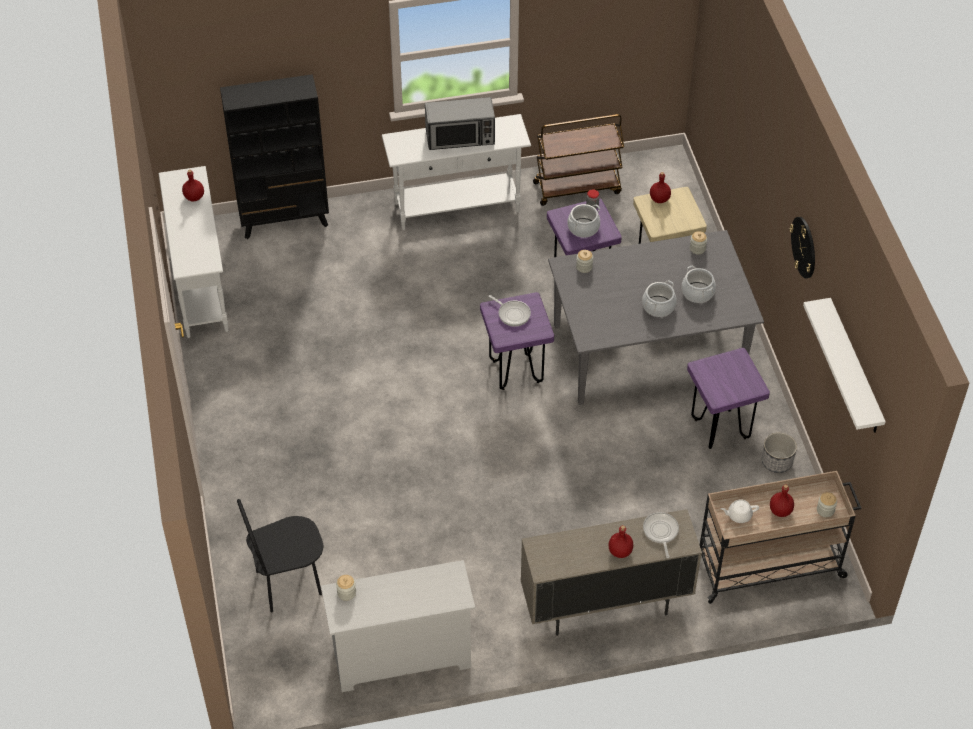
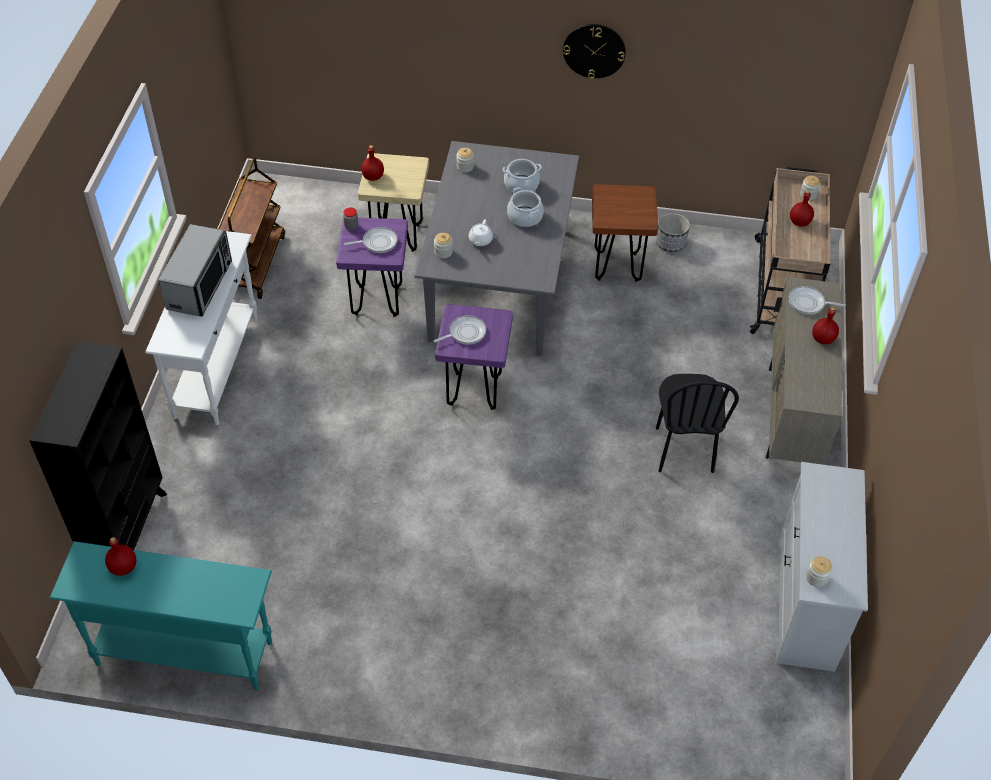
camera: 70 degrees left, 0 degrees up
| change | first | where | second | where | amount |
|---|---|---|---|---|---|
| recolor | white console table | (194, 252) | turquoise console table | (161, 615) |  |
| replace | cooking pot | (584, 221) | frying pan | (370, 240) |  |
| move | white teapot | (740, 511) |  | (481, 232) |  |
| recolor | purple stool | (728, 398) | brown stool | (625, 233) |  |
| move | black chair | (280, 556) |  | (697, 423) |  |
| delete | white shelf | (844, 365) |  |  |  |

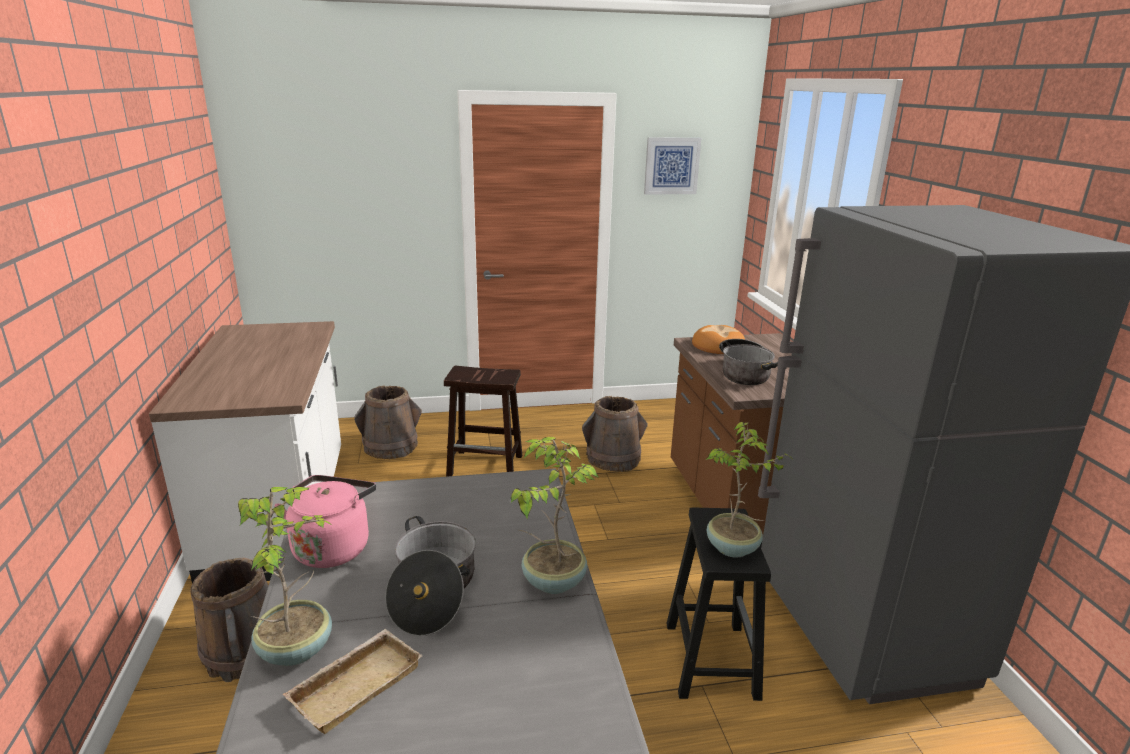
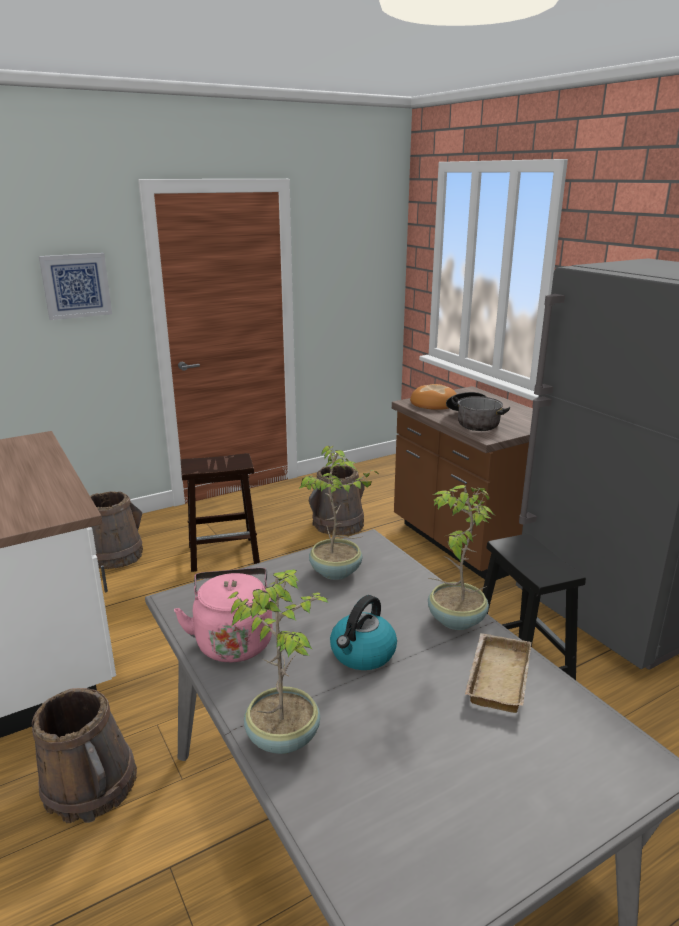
camera: 20 degrees left, 0 degrees up
| change | first | where | second | where | amount |
|---|---|---|---|---|---|
| move | picture | (672, 166) |  | (75, 286) |  |
| move | potted plant | (750, 490) |  | (339, 513) |  |
| replace | cooking pot | (430, 576) | kettle | (363, 632) |  |
| move | beige tray | (352, 681) |  | (498, 673) |  |

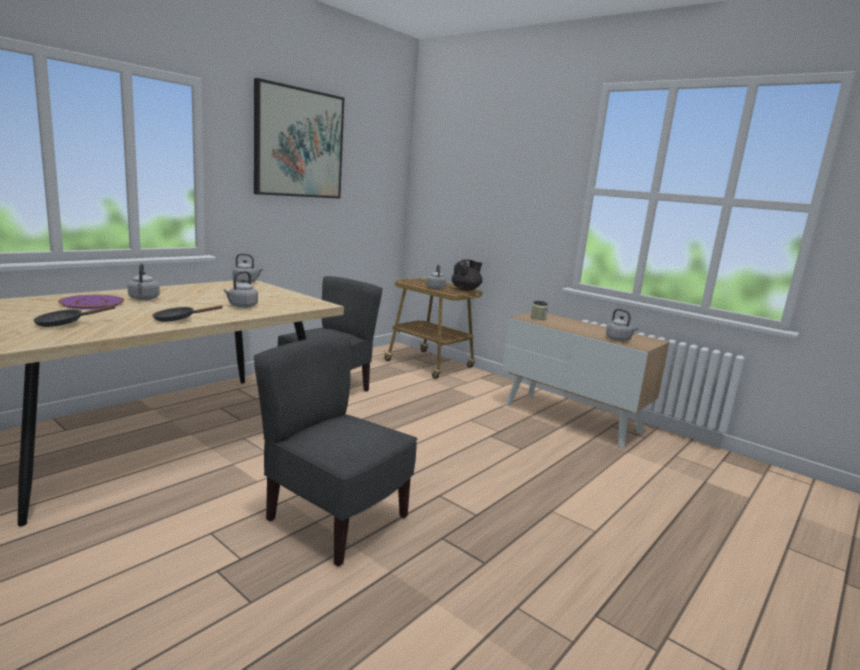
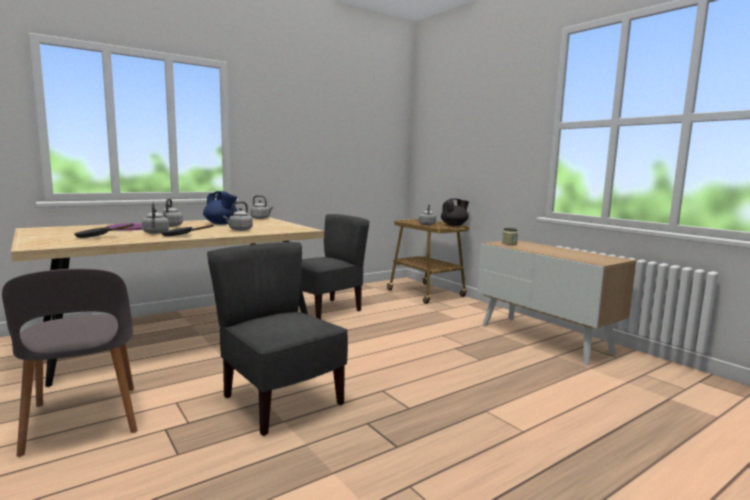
camera: 15 degrees right, 5 degrees down
| change | first | where | second | where | amount |
|---|---|---|---|---|---|
| insert |  |  | grey chair | (69, 363) |  |
| move | grey kettle | (622, 325) |  | (155, 218) |  |
| insert |  |  | blue teapot | (220, 207) |  |
| delete | picture | (299, 138) |  |  |  |

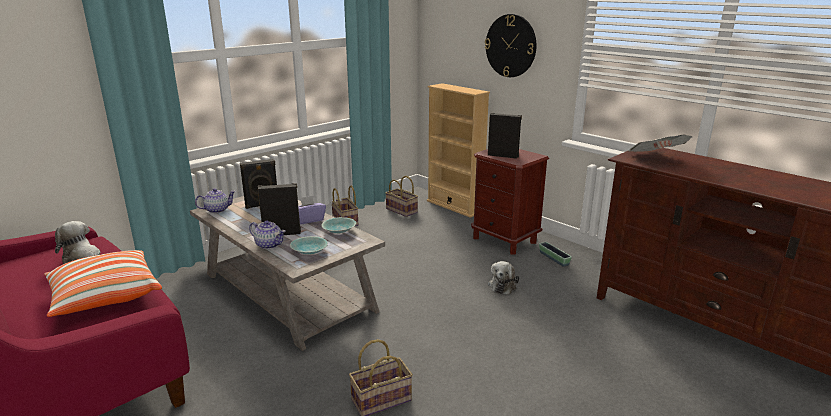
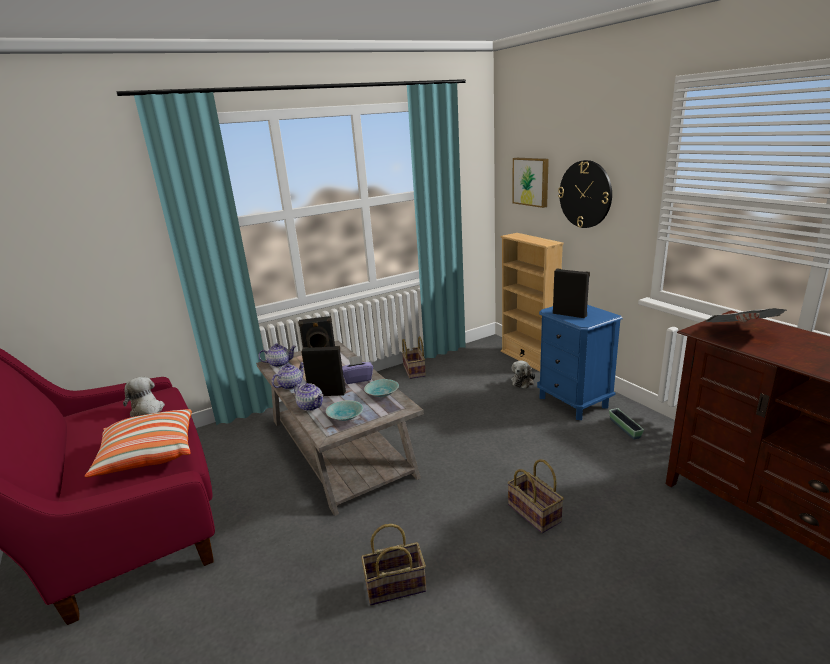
camera: 15 degrees right, 0 degrees up
| change | first | where | second | where | amount |
|---|---|---|---|---|---|
| insert |  |  | teapot | (288, 376) |  |
| move | basket | (401, 196) |  | (535, 496) |  |
| move | plush toy | (503, 278) |  | (523, 375) |  |
| insert |  |  | picture | (530, 183) |  |
| recolor | brown nightstand | (510, 201) | blue nightstand | (580, 362) |  |

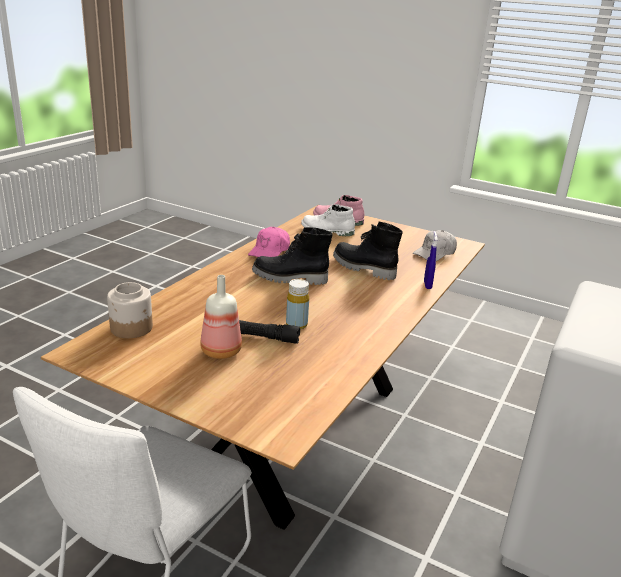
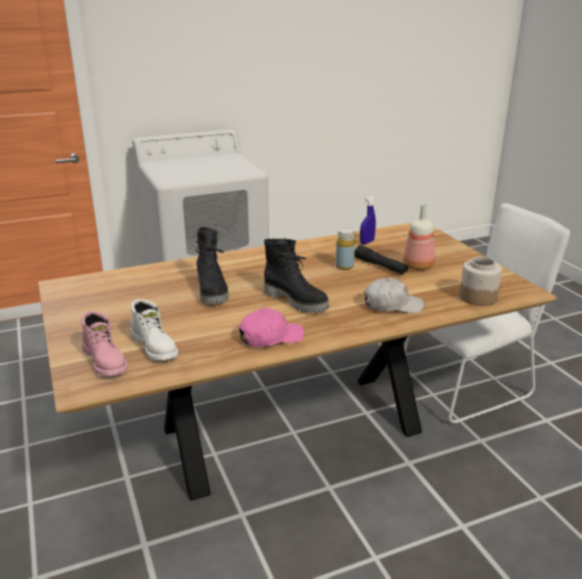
camera: 140 degrees left, 0 degrees up
| change | first | where | second | where | amount |
|---|---|---|---|---|---|
| move | blue spray bottle | (431, 260) |  | (368, 220) |  |
| move | white cap | (434, 245) |  | (394, 295) |  |

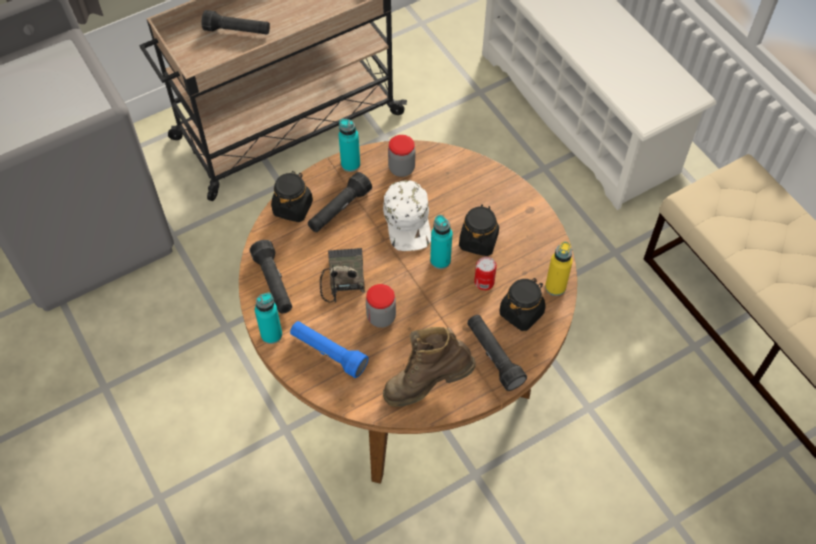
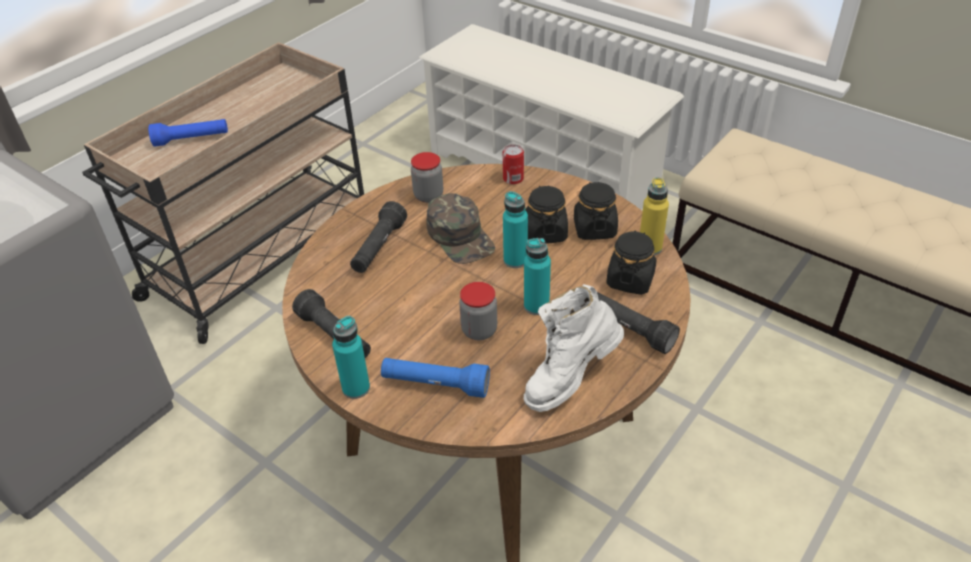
camera: 20 degrees left, 15 degrees down
| change | first | where | second | where | amount |
|---|---|---|---|---|---|
| recolor | black flashlight | (235, 22) | blue flashlight | (188, 133) |  |
| recolor | white cap | (407, 216) | green cap | (460, 228) |  |
| move | can | (485, 273) |  | (513, 164) |  |
| move | turquoise bottle | (349, 145) |  | (537, 276) |  |
| recolor | brown boot | (429, 367) | white boot | (574, 348) |  |
| move | black jar | (292, 196) |  | (596, 210) |  |
| delete | radio | (342, 275) |  |  |  |

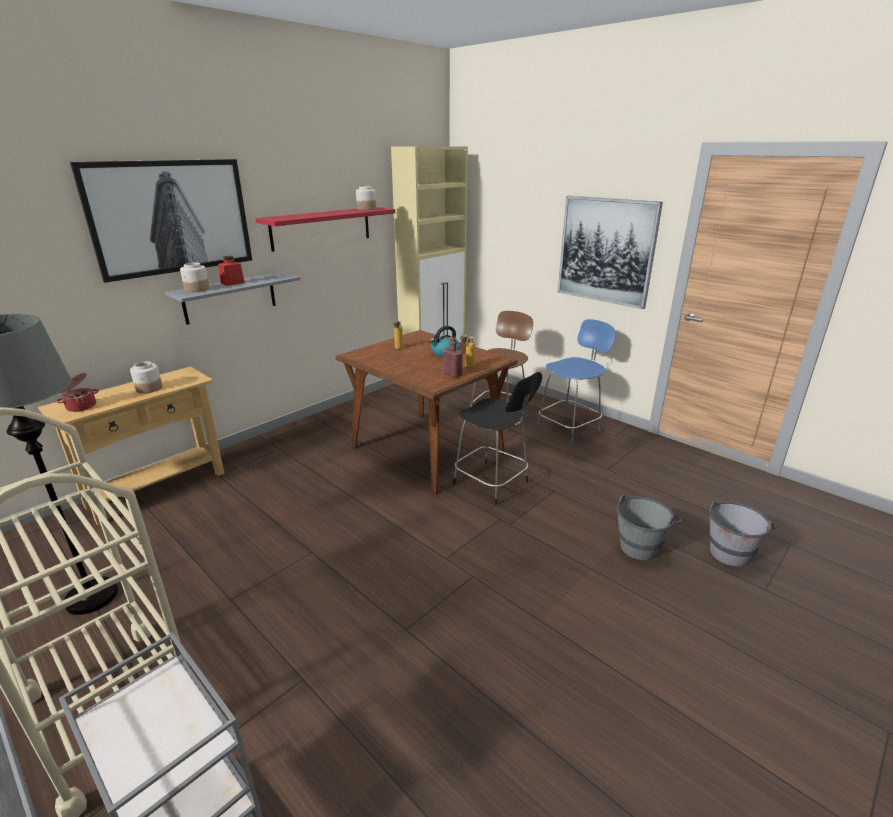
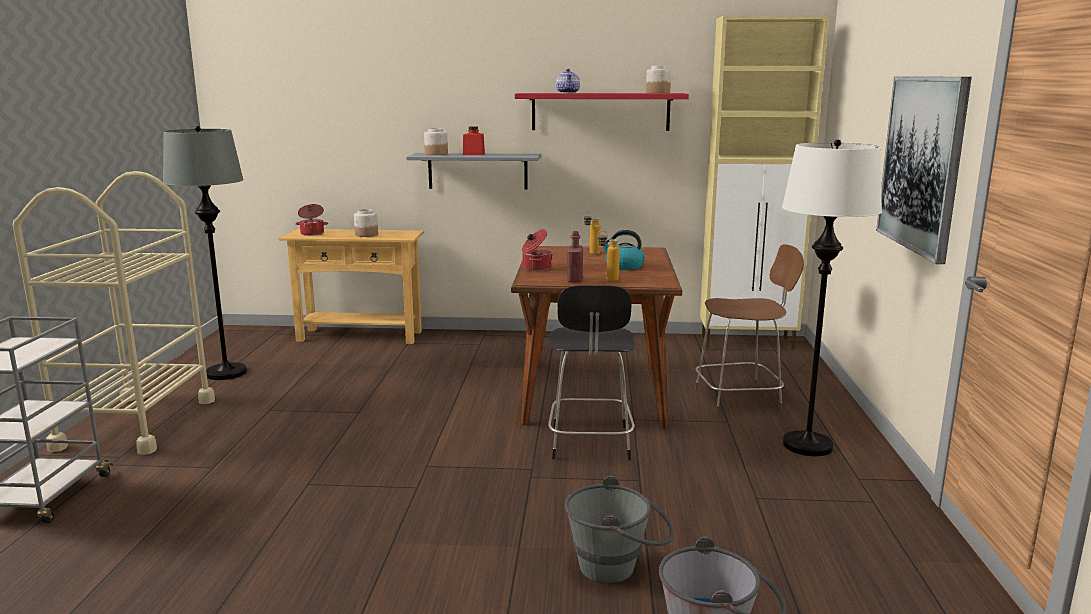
camera: 50 degrees right, 10 degrees down
| change | first | where | second | where | amount |
|---|---|---|---|---|---|
| insert |  |  | cooking pot | (537, 250) |  |
| insert |  |  | teapot | (568, 81) |  |
| replace | blue chair | (576, 382) | white floor lamp | (832, 298) |  |
| delete | picture | (161, 221) |  |  |  |

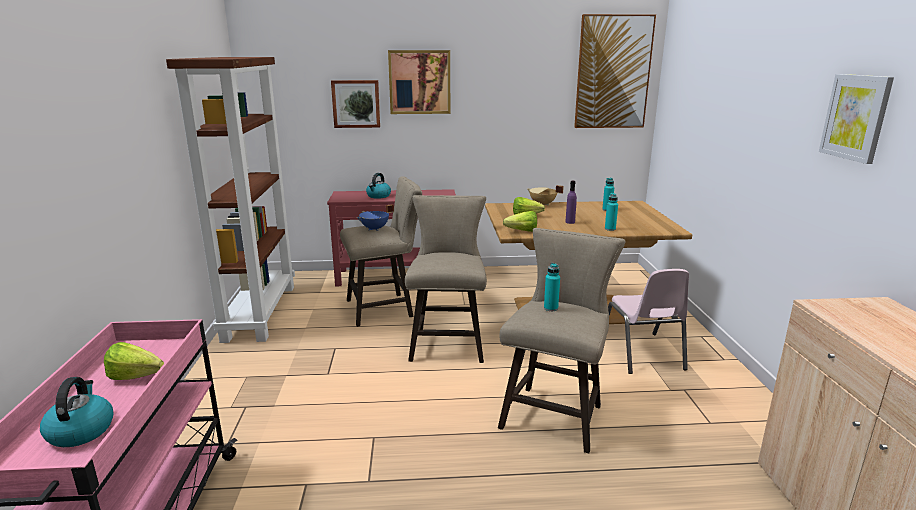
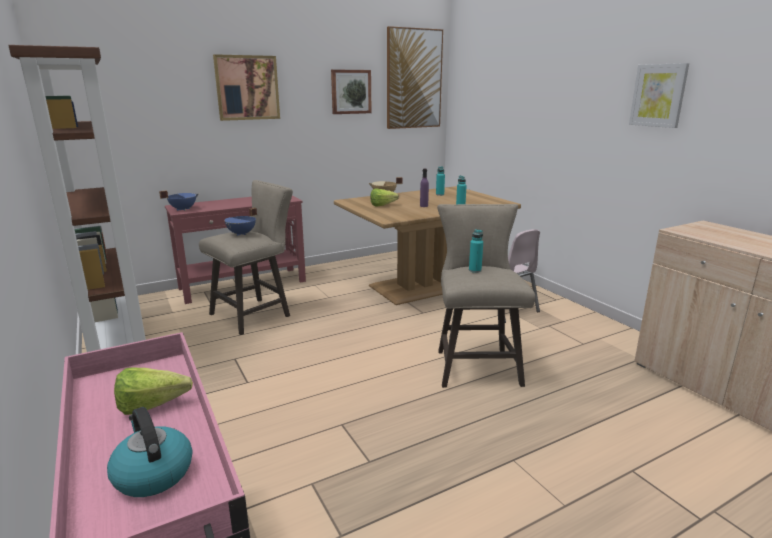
camera: 25 degrees left, 0 degrees up
| change | first | where | second | where | amount |
|---|---|---|---|---|---|
| insert |  |  | blue cooking pot | (179, 200) |  |
| move | picture | (355, 104) |  | (351, 91) |  |
| delete | kettle | (378, 186) |  |  |  |
| delete | beige stool | (446, 279) |  |  |  |
| delete | lettuce | (520, 221) |  |  |  |

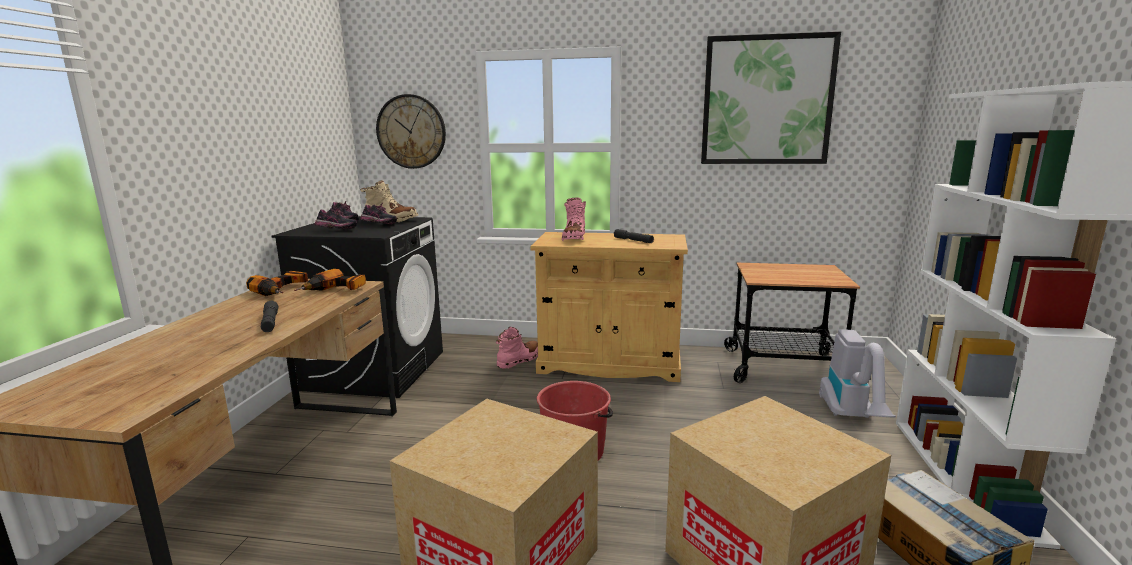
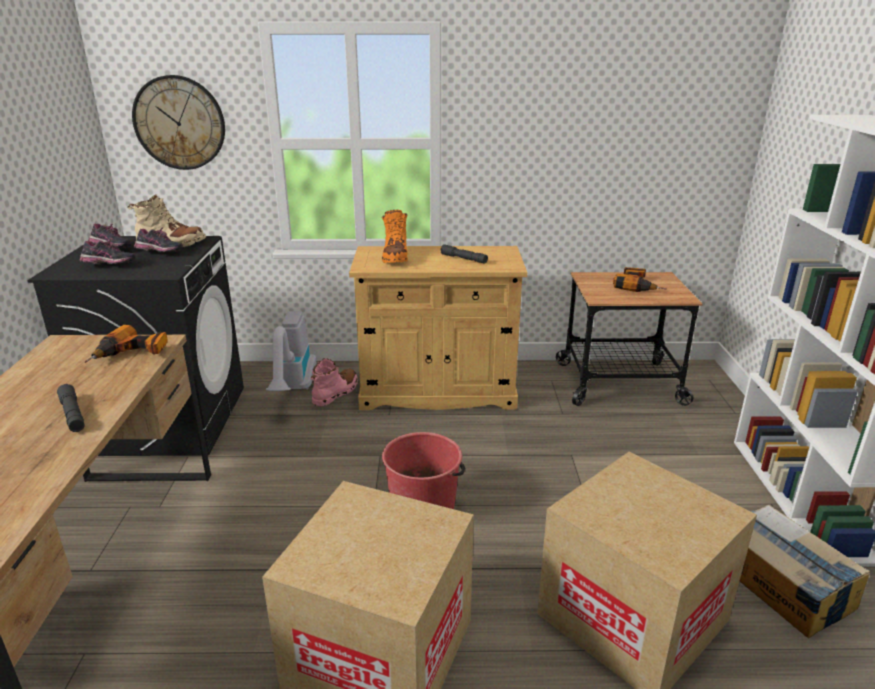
camera: 10 degrees left, 10 degrees up
| change | first | where | second | where | amount |
|---|---|---|---|---|---|
| move | vacuum cleaner | (857, 373) |  | (291, 351) |  |
| recolor | pink boot | (574, 219) | orange boot | (395, 236) |  |
| move | power drill | (277, 283) |  | (639, 279) |  |
| delete | picture | (771, 98) |  |  |  |

